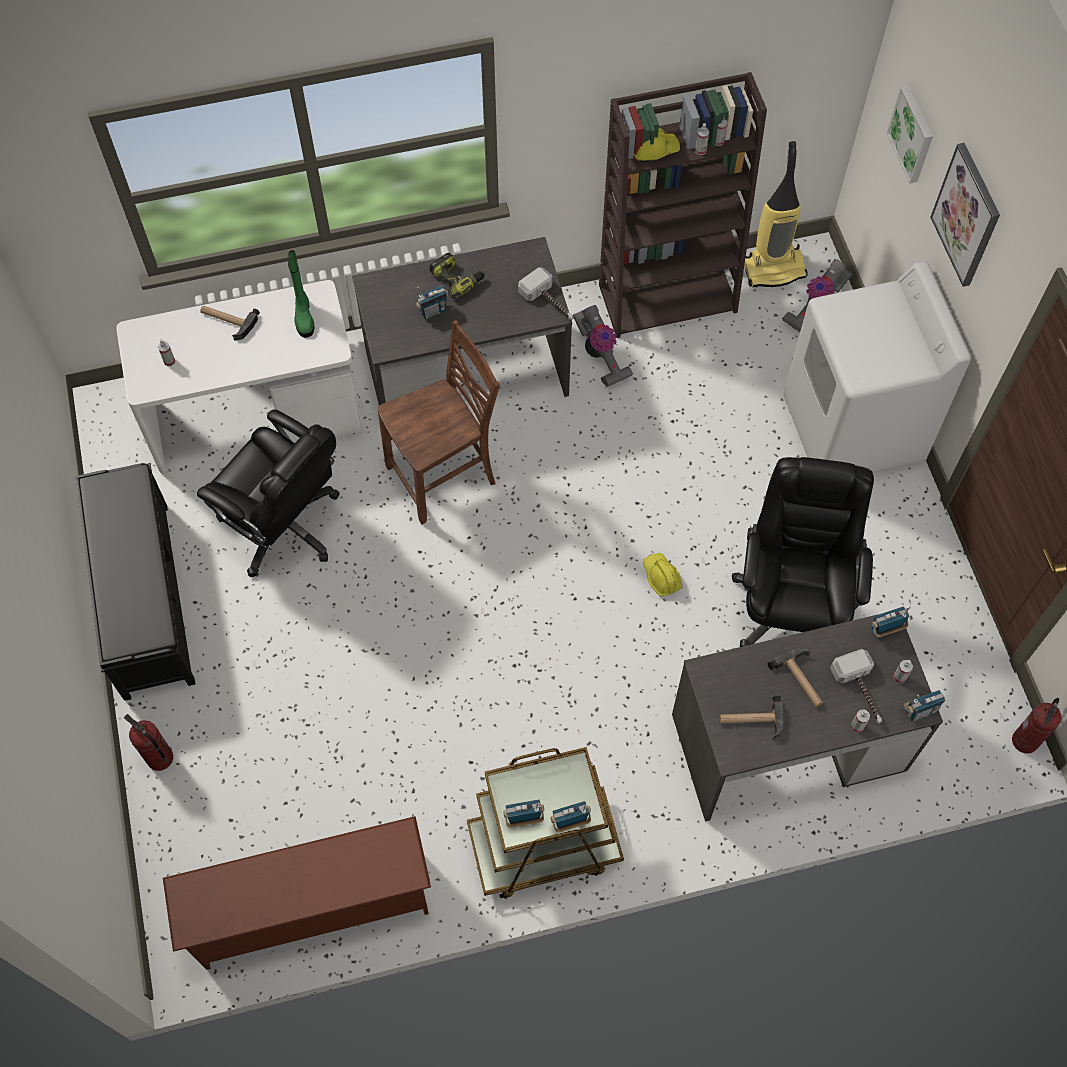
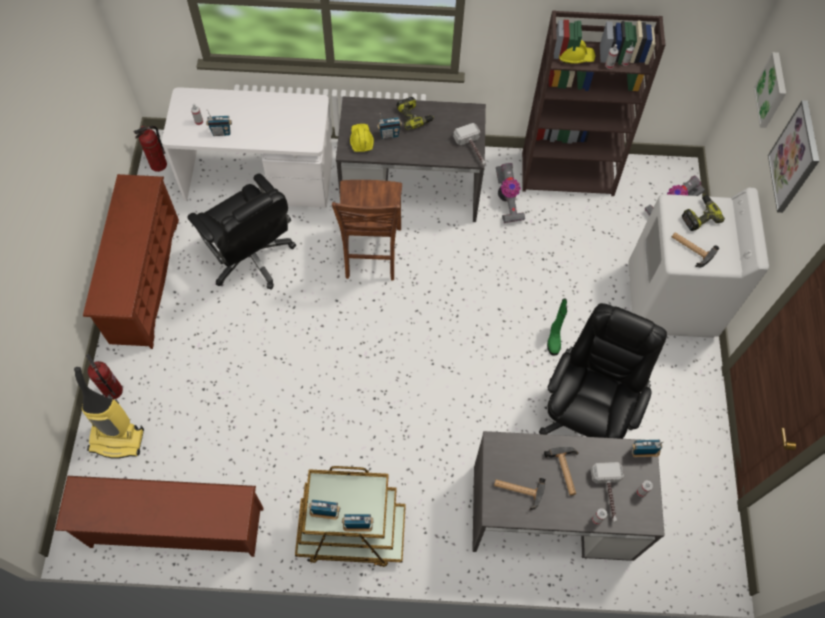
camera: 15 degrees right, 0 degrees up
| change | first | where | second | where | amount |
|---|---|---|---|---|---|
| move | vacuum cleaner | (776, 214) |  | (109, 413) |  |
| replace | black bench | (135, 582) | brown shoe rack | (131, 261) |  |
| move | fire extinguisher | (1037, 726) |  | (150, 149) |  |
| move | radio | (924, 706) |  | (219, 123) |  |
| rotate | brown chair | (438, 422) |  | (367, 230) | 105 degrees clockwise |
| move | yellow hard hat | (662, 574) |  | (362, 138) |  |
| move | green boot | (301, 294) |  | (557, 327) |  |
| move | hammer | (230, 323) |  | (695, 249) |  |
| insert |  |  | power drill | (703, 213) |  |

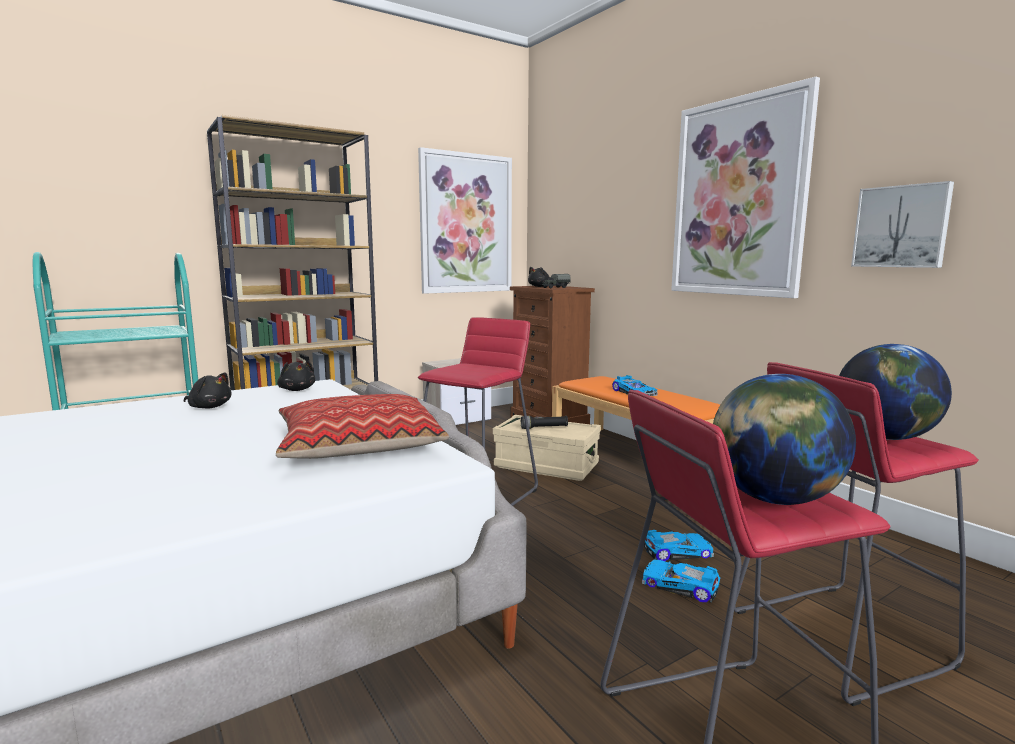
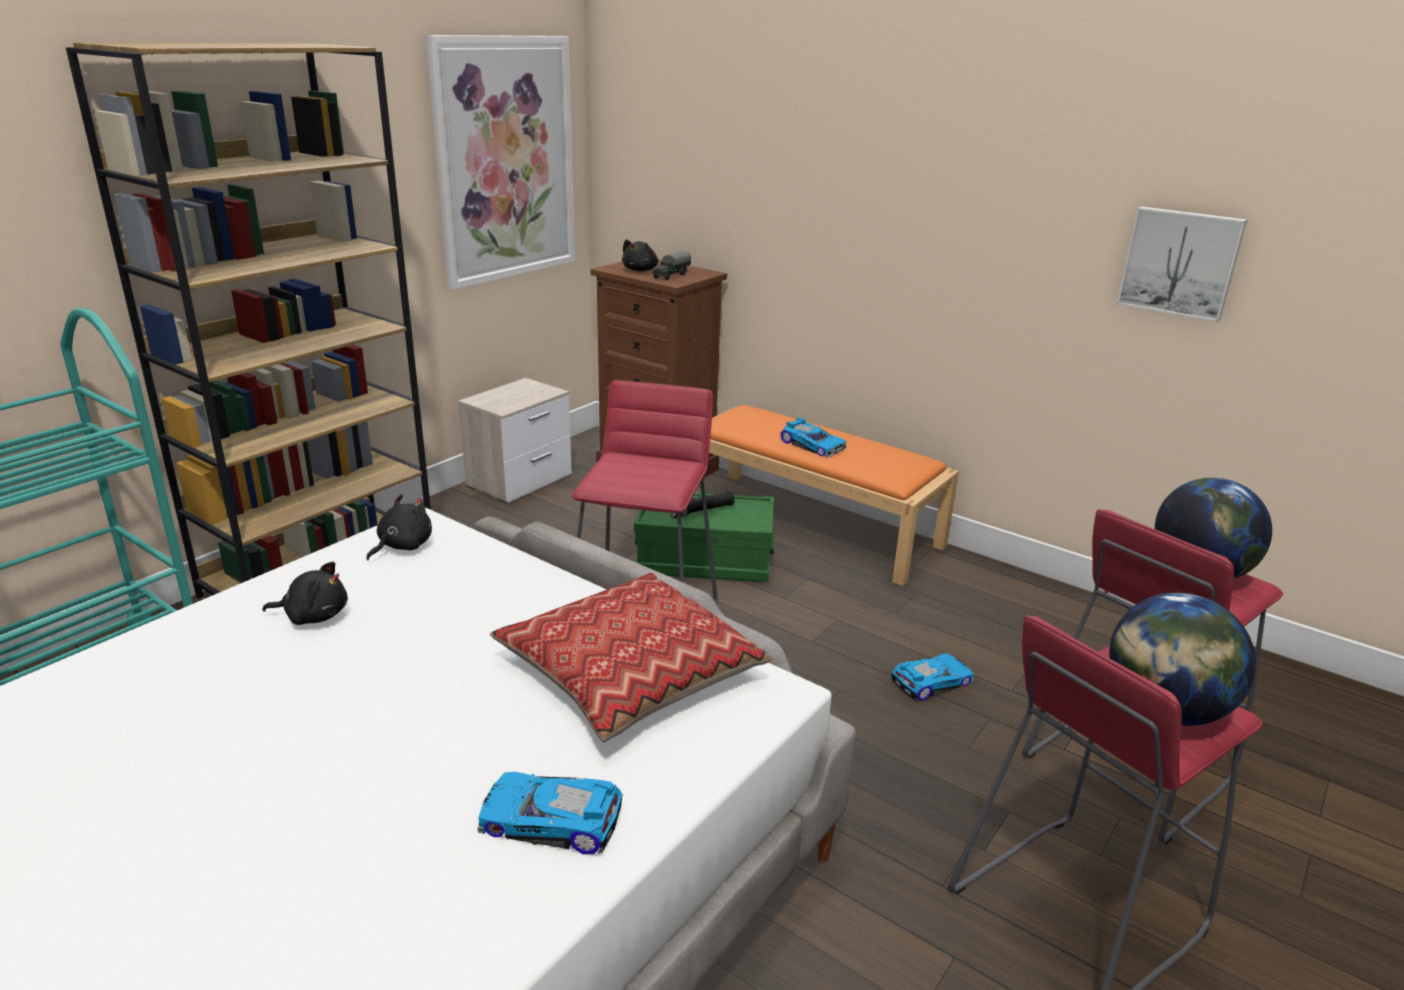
camera: 20 degrees left, 15 degrees up
| change | first | where | second | where | amount |
|---|---|---|---|---|---|
| rotate | black plush toy | (296, 376) |  | (399, 527) | 90 degrees counterclockwise |
| move | toy car | (681, 581) |  | (550, 813) |  |
| recolor | beige storage box | (547, 448) | green storage box | (704, 537) |  |
| delete | picture | (745, 187) |  |  |  |

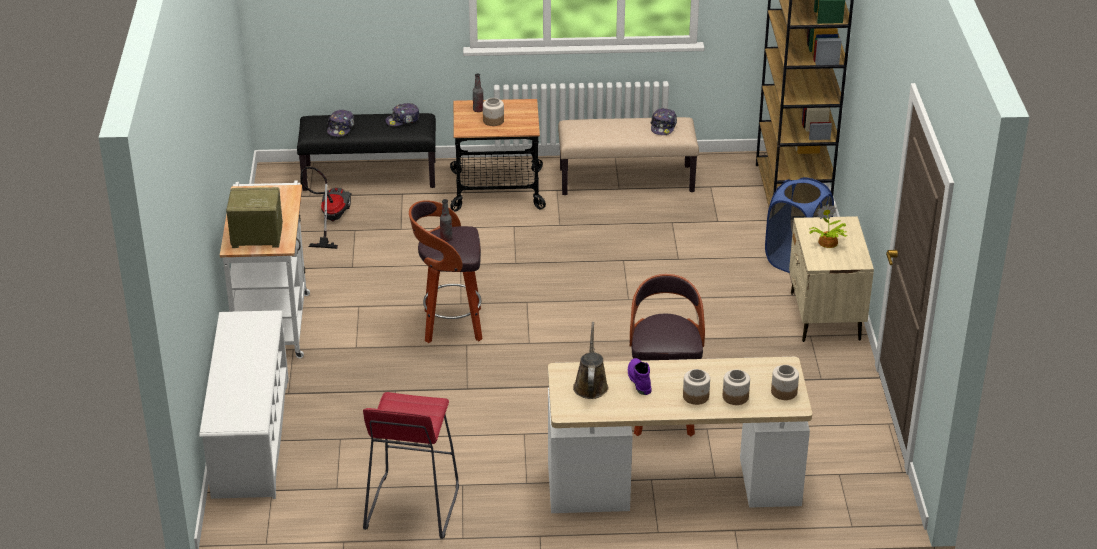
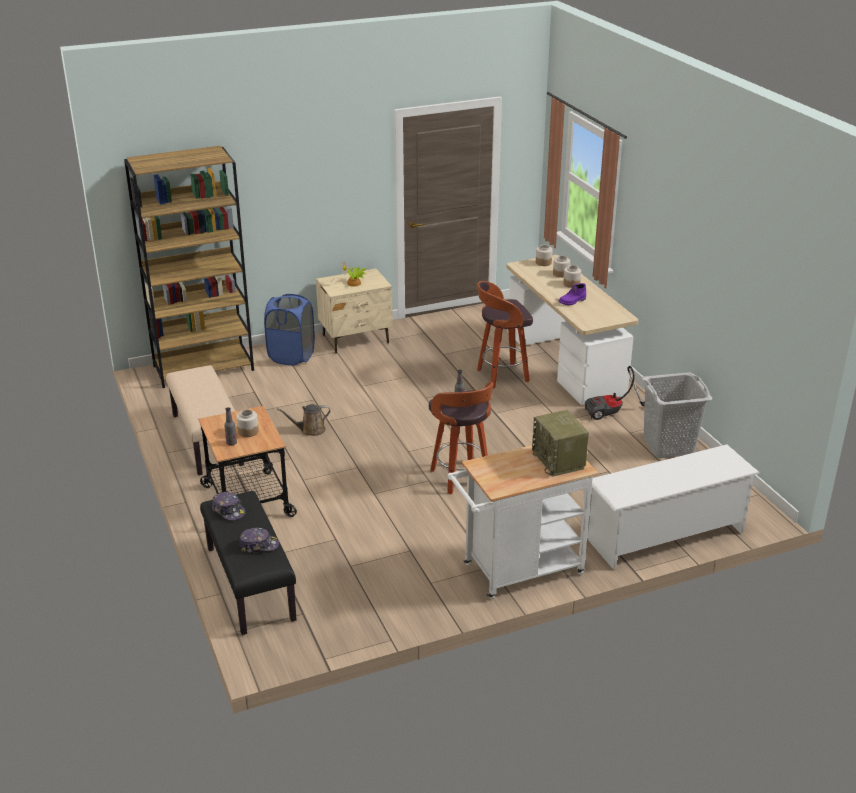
camera: 110 degrees left, 5 degrees down
| change | first | where | second | where | amount |
|---|---|---|---|---|---|
| move | brown watering can | (590, 360) |  | (303, 420) |  |
| move | vacuum cleaner | (326, 208) |  | (615, 393) |  |
| replace | red stool | (411, 465) | grey laundry basket | (676, 415) |  |
| delete | cap | (664, 121) |  |  |  |

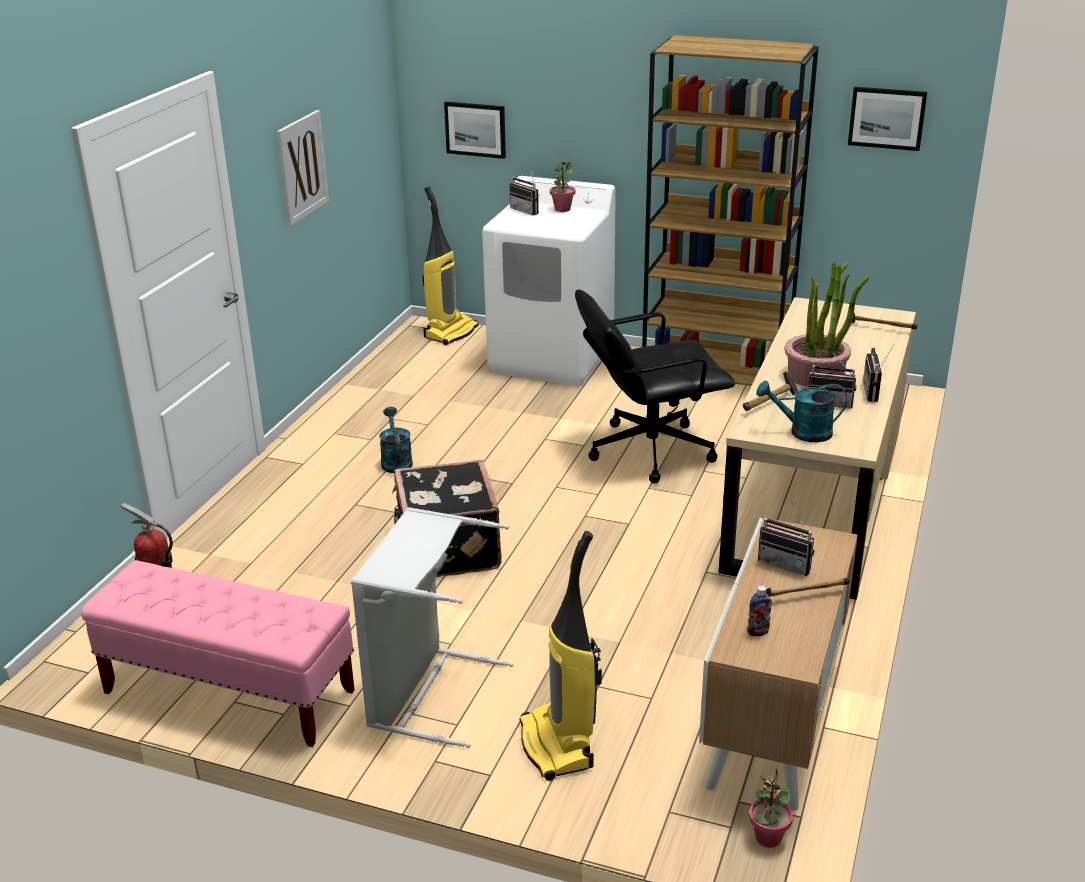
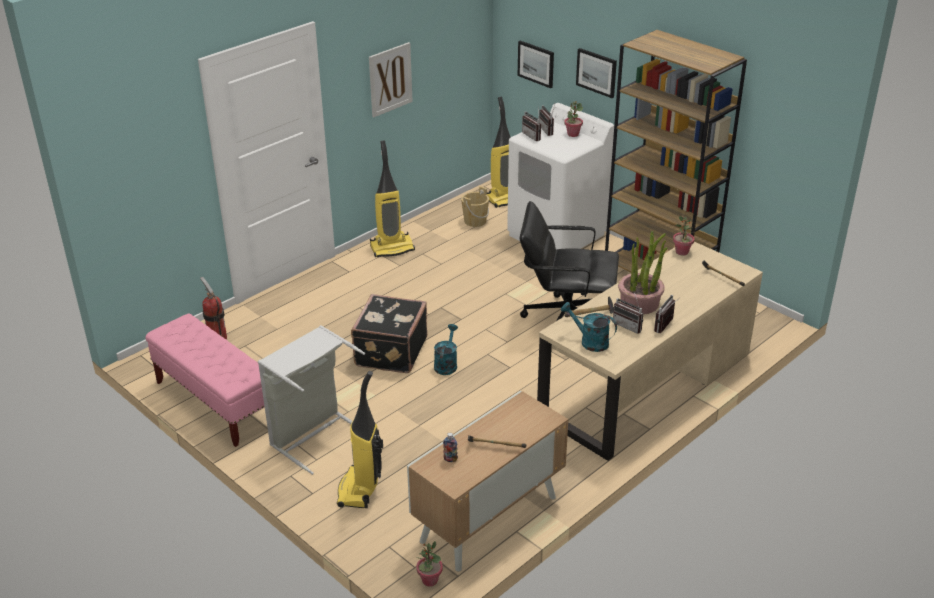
camera: 25 degrees right, 5 degrees up
| change | first | where | second | where | amount |
|---|---|---|---|---|---|
| insert |  |  | vacuum cleaner | (392, 198) |  |
| move | turquoise watering can | (396, 440) |  | (446, 349) |  |
| insert |  |  | beige bucket | (475, 206) |  |
| move | radio | (786, 540) |  | (531, 124) |  |
| move | picture | (887, 119) |  | (596, 73) |  |
| insert |  |  | potted plant | (683, 236) |  |

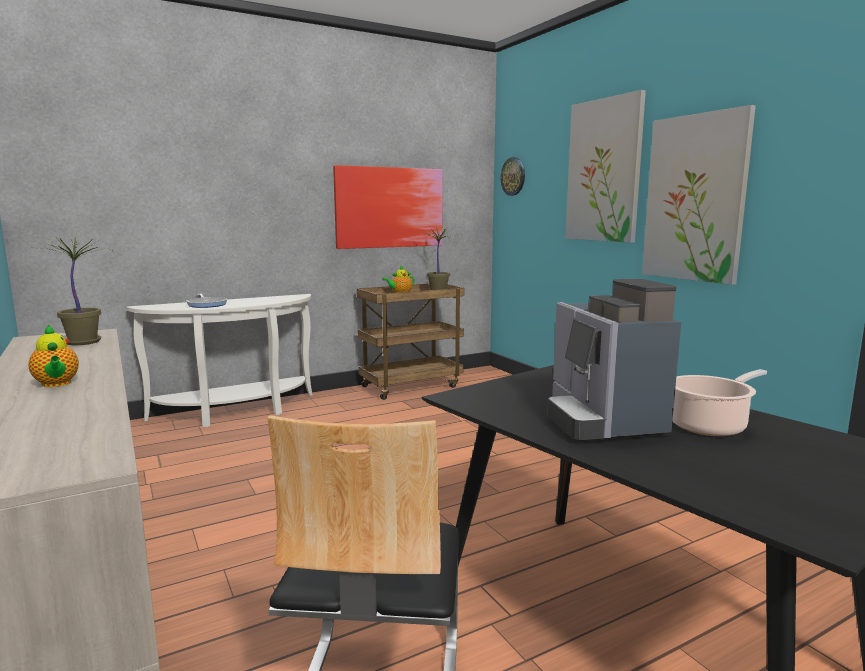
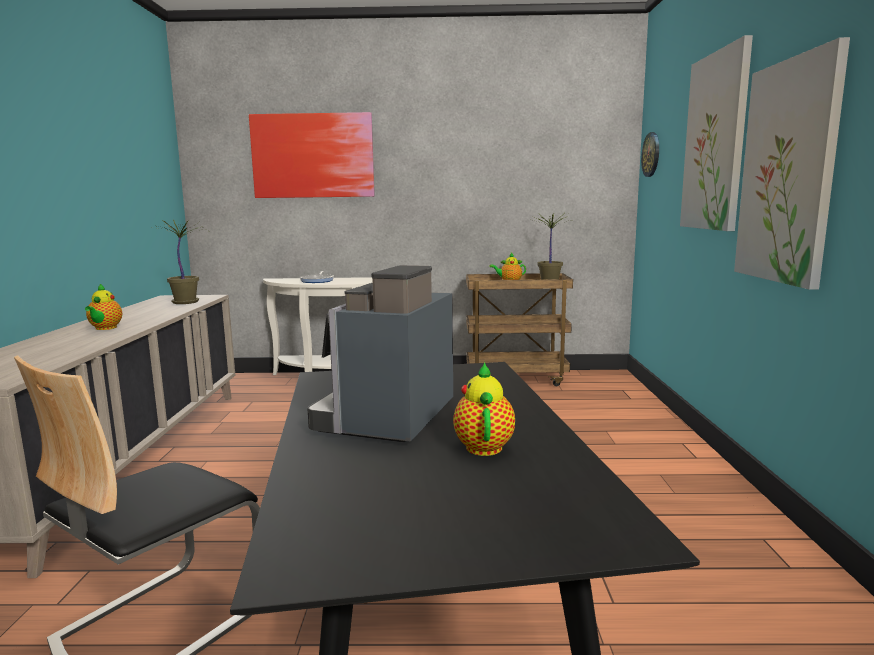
camera: 30 degrees right, 0 degrees up
| change | first | where | second | where | amount |
|---|---|---|---|---|---|
| move | picture | (388, 207) |  | (312, 155) |  |
| replace | cooking pot | (720, 402) | teapot | (484, 409) |  |

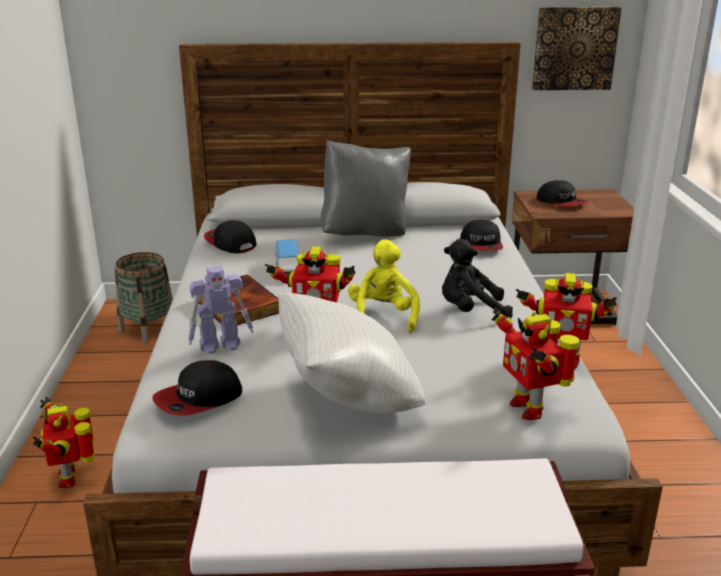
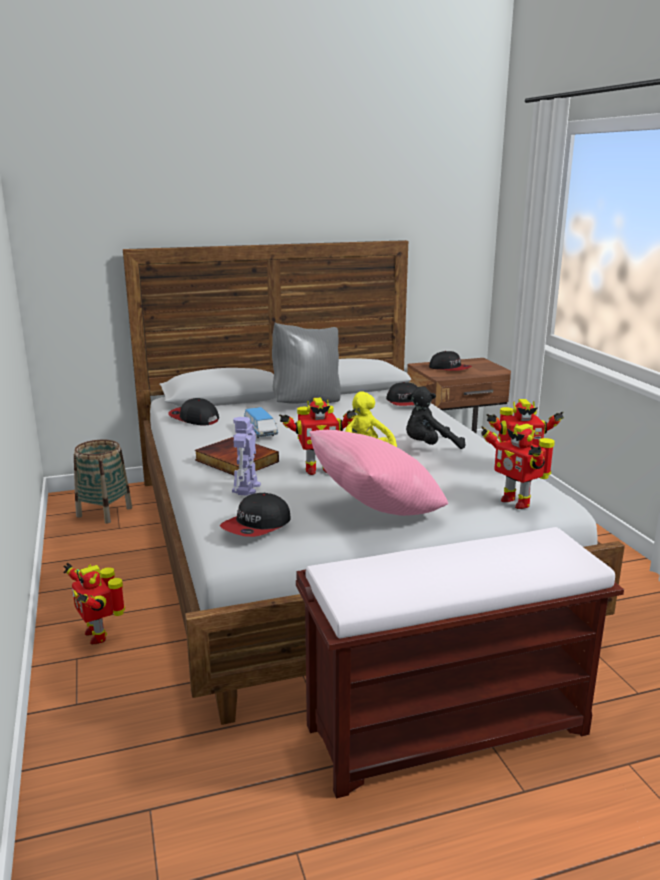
camera: 15 degrees left, 5 degrees down
| change | first | where | second | where | amount |
|---|---|---|---|---|---|
| rotate | toy robot | (220, 310) |  | (246, 456) | 135 degrees clockwise |
| recolor | white pillow | (352, 353) | pink pillow | (378, 473) |  |
| delete | picture | (576, 48) |  |  |  |

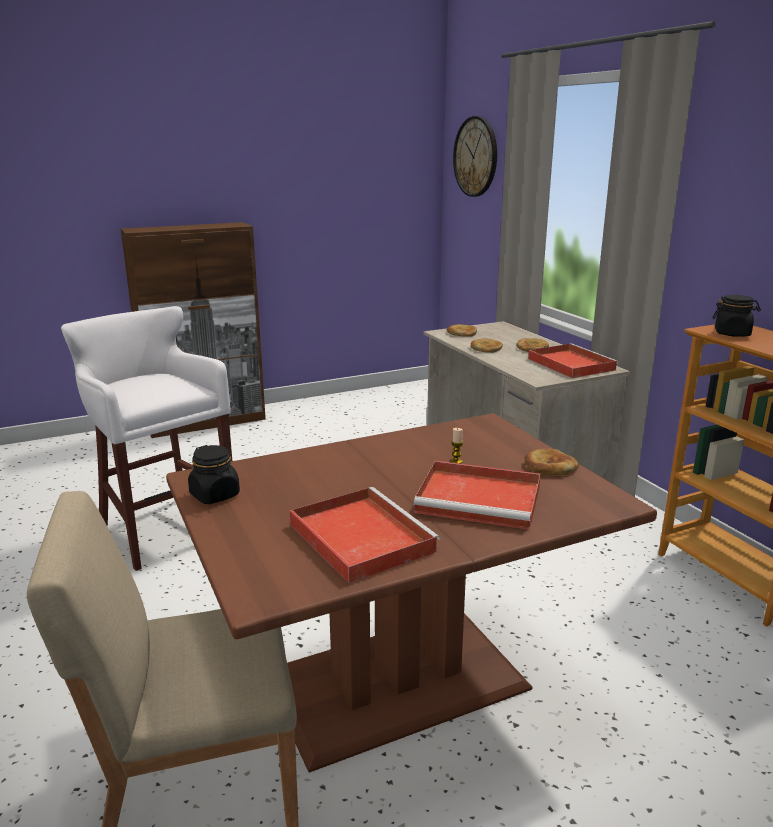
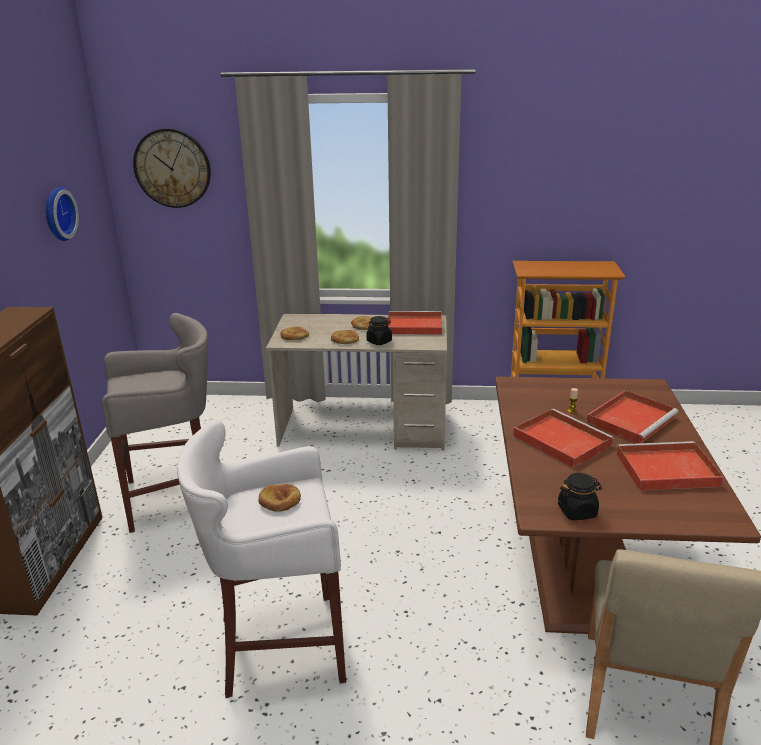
camera: 60 degrees left, 5 degrees up
| change | first | where | second | where | amount |
|---|---|---|---|---|---|
| insert |  |  | wall clock | (62, 214) |  |
| insert |  |  | grey stool | (155, 423) |  |
| move | bread | (552, 461) |  | (279, 498) |  |
| move | black jar | (737, 316) |  | (379, 330) |  |
| insert |  |  | red tray | (563, 438) |  |

